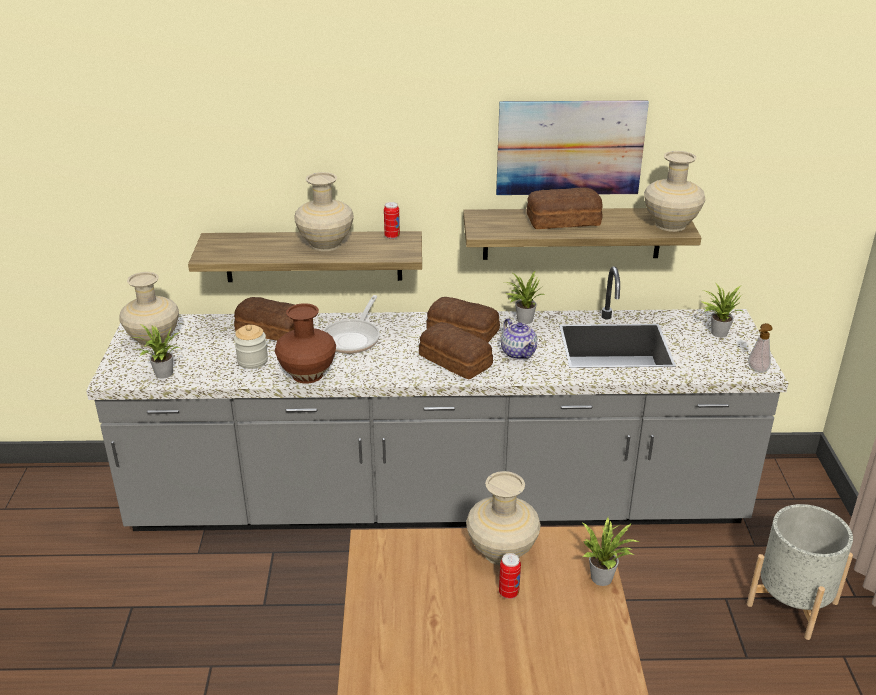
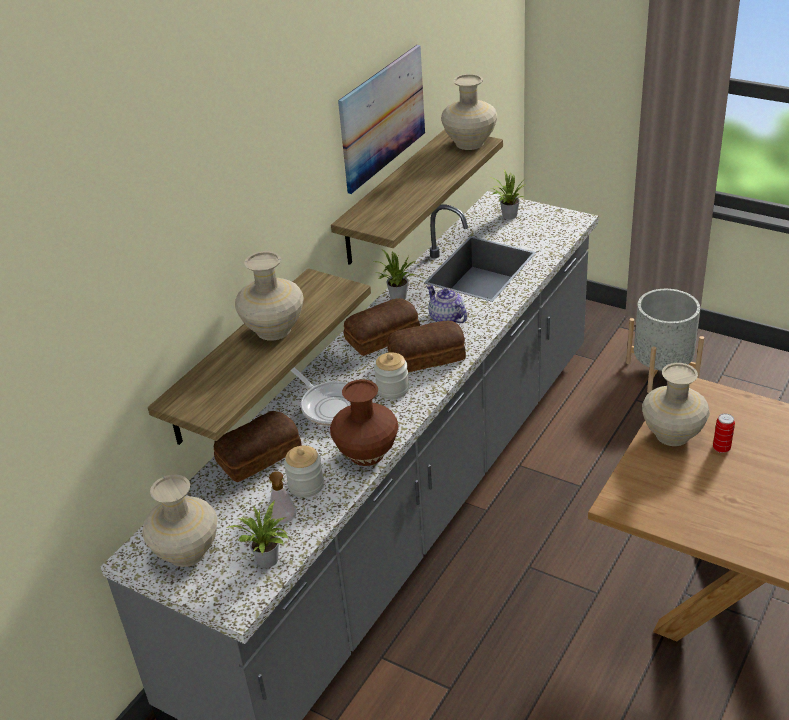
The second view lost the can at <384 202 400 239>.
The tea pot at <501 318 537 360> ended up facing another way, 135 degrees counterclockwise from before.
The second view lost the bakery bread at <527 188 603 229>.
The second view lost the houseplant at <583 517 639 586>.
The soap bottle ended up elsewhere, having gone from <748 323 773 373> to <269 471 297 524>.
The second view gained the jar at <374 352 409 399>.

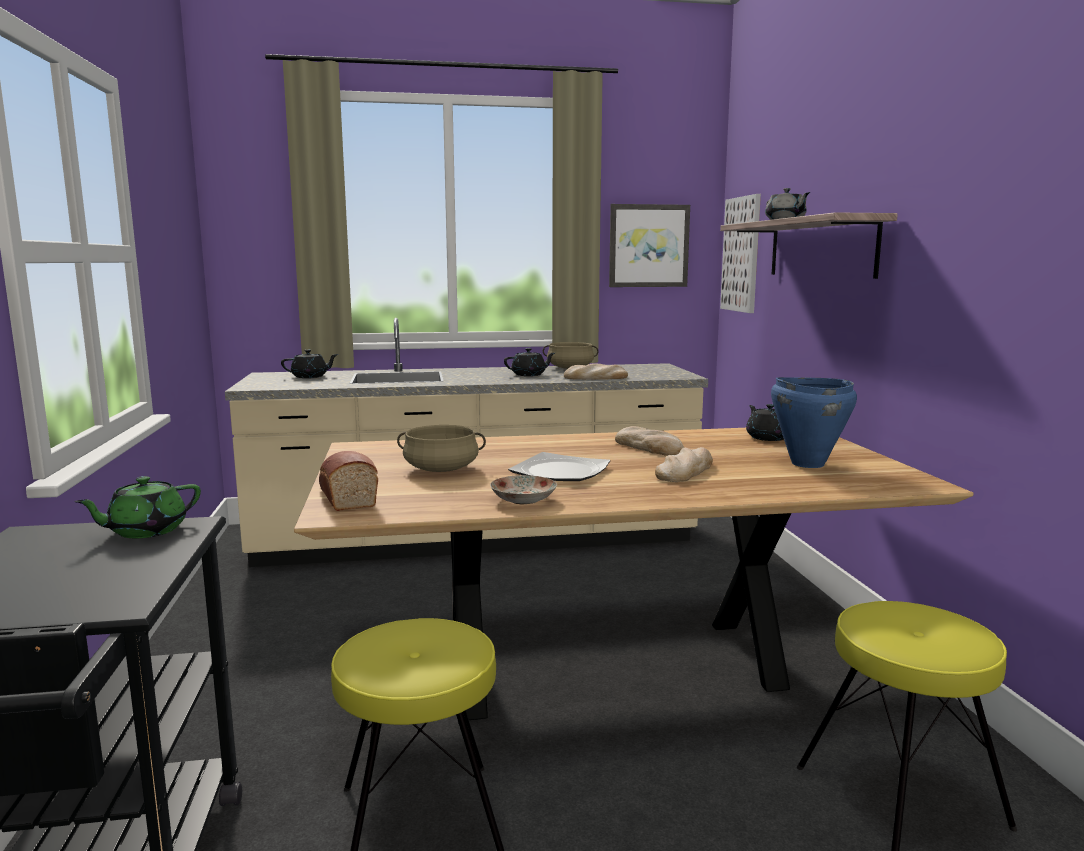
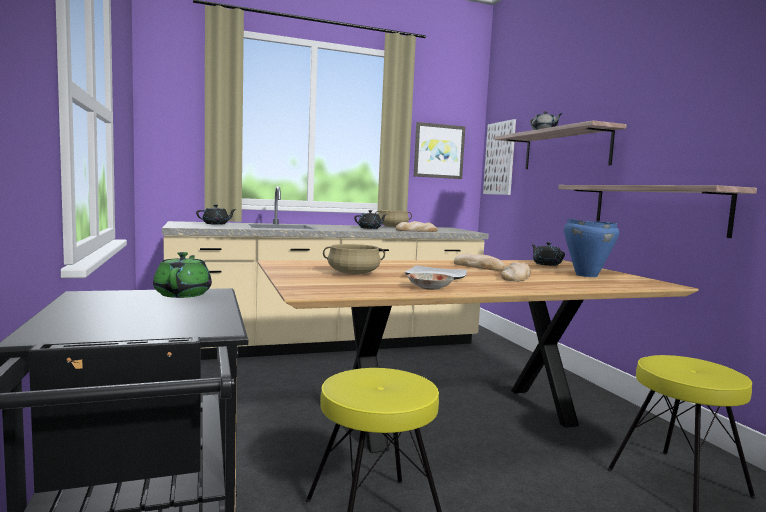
The green-coloured tea pot at <74 476 201 538> ended up facing another way, 135 degrees clockwise from before.
The second view lost the bakery bread at <319 451 378 511>.
The second view gained the bracket shelf at <558 185 757 238>.

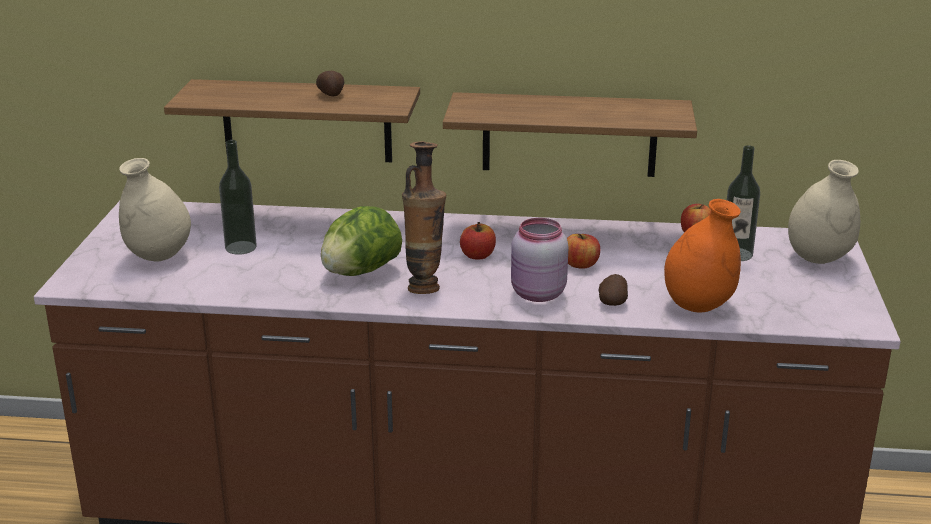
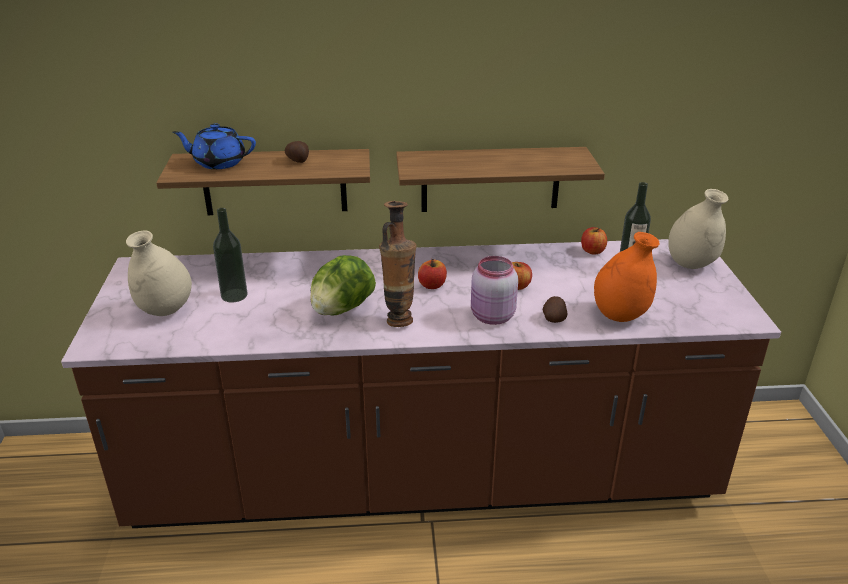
The second view gained the blue tea pot at <173 124 256 169>.

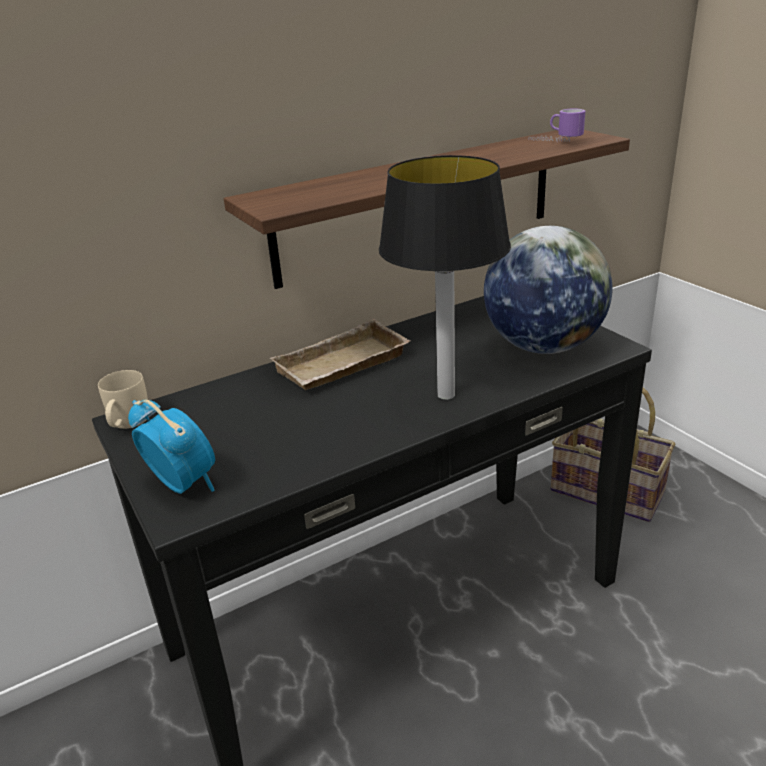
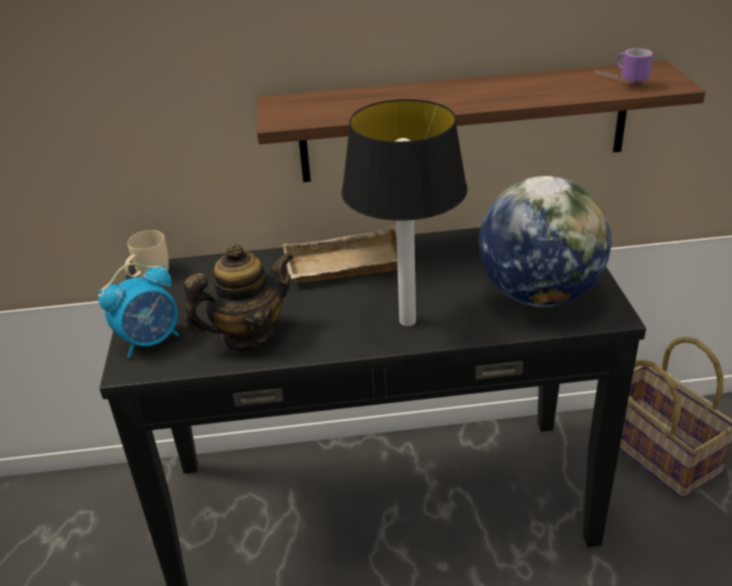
The table clock at <128 399 215 494> ended up facing another way, 75 degrees clockwise from before.
The second view gained the tea pot at <184 243 294 351>.

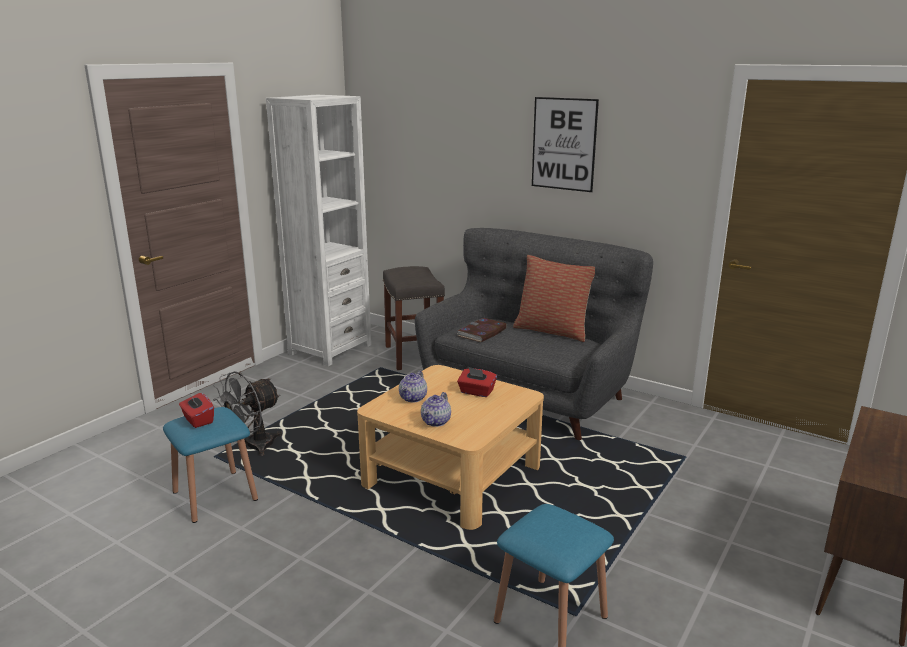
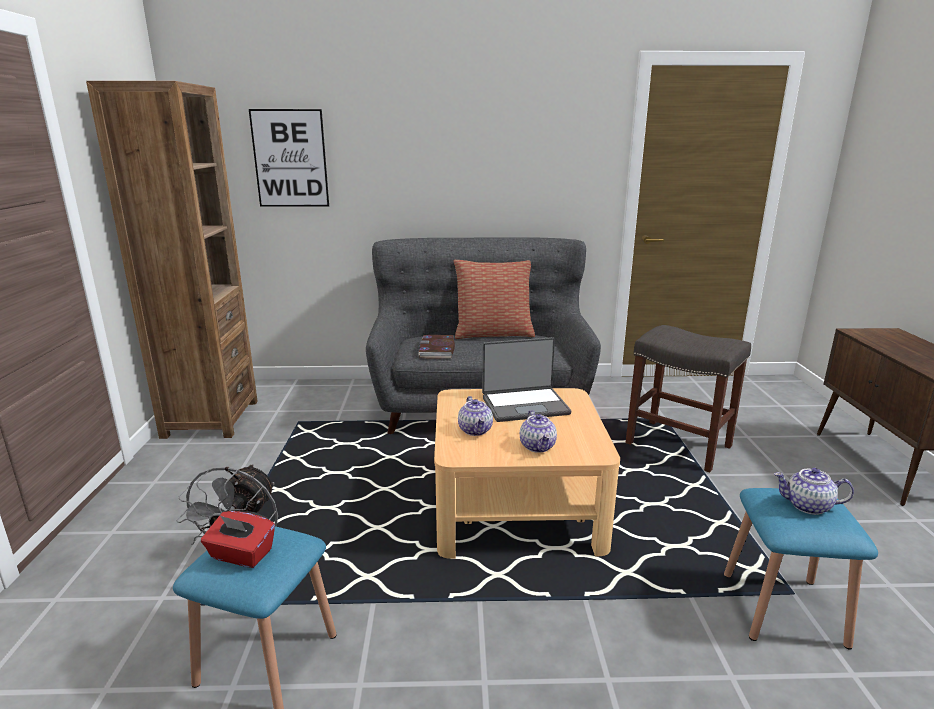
What was the whitish bookshelf at <266 95 371 366> turned into the brown-coloured bookshelf at <86 81 258 439>.
The greyish stool ended up elsewhere, having gone from <383 266 445 370> to <626 325 751 473>.
Where the reddish tissue holder stood at <457 368 497 397>, the notebook computer came to stand at <482 337 571 422>.
The wall art ended up elsewhere, having gone from <532 97 599 192> to <249 109 329 207>.
The second view gained the tea pot at <774 468 854 515>.

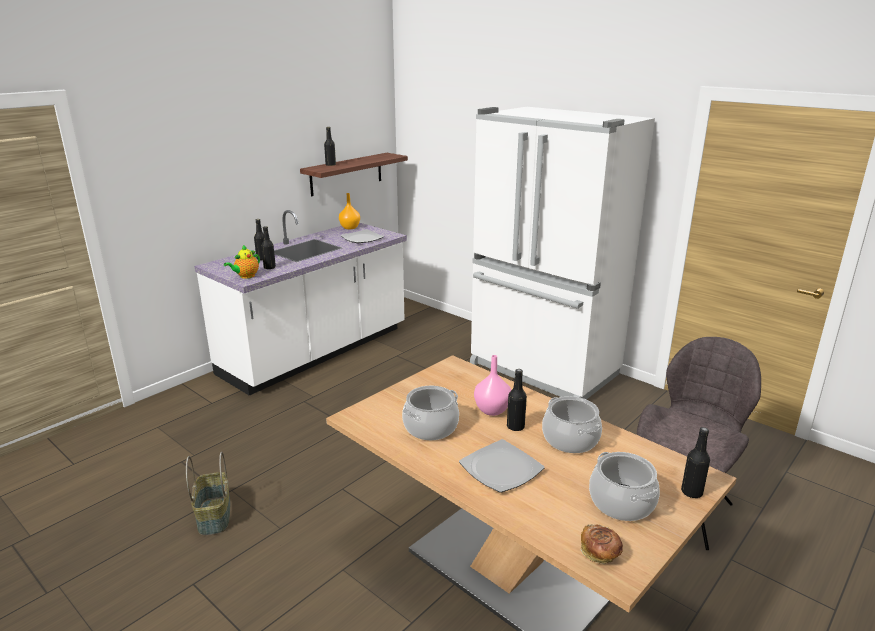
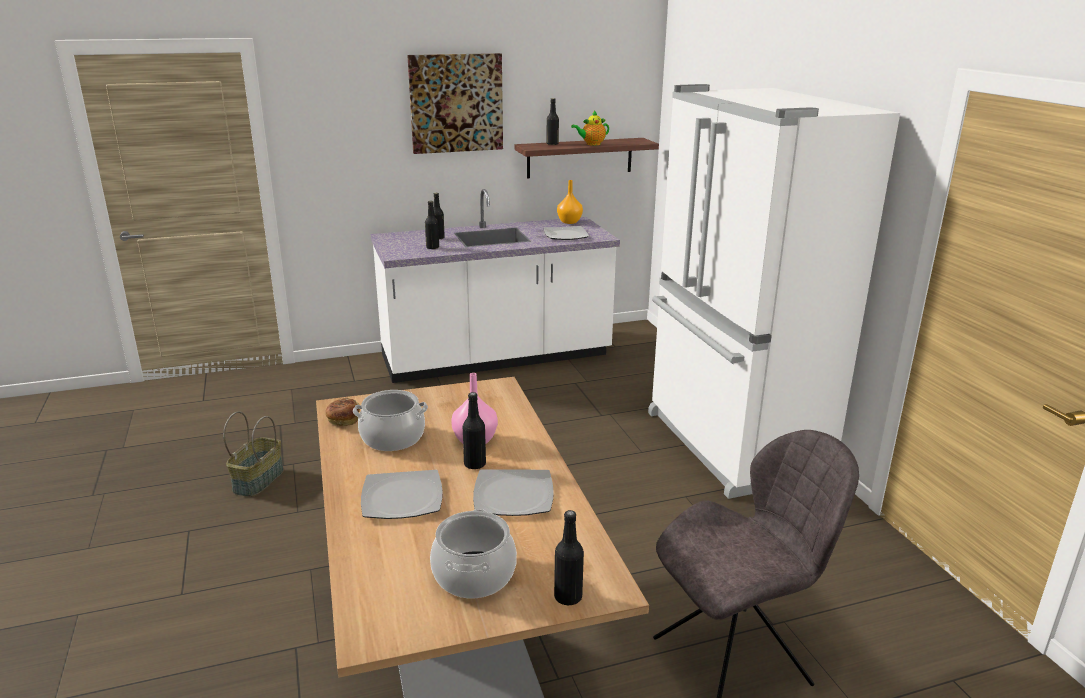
The tea pot ended up elsewhere, having gone from <224 245 260 279> to <571 110 609 146>.
Where the stockpot stood at <542 396 602 453>, the dinner plate came to stand at <473 469 554 516>.
The bakery bread ended up elsewhere, having gone from <581 524 623 564> to <326 398 360 426>.
The second view gained the wall art at <407 53 503 154>.

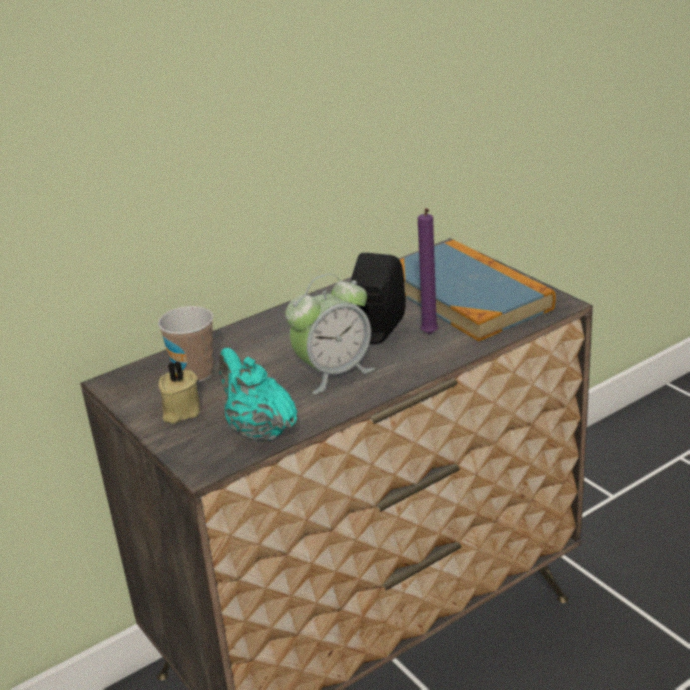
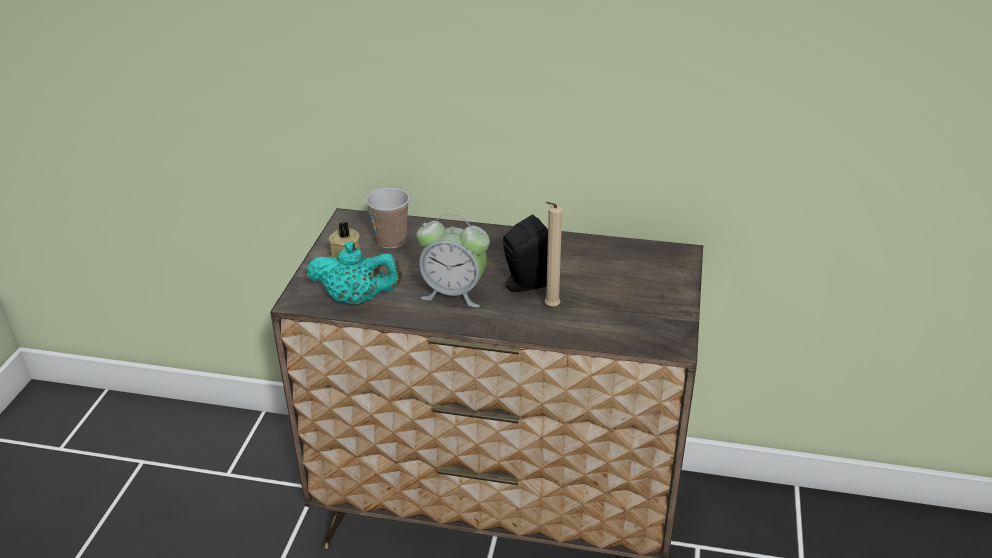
The blue-green tea pot at <219 348 297 442> ended up facing another way, 90 degrees clockwise from before.
The second view lost the bound book at <400 240 556 341>.
What was the purplish candle at <418 208 438 334> turned into the sand-coloured candle at <545 202 562 307>.

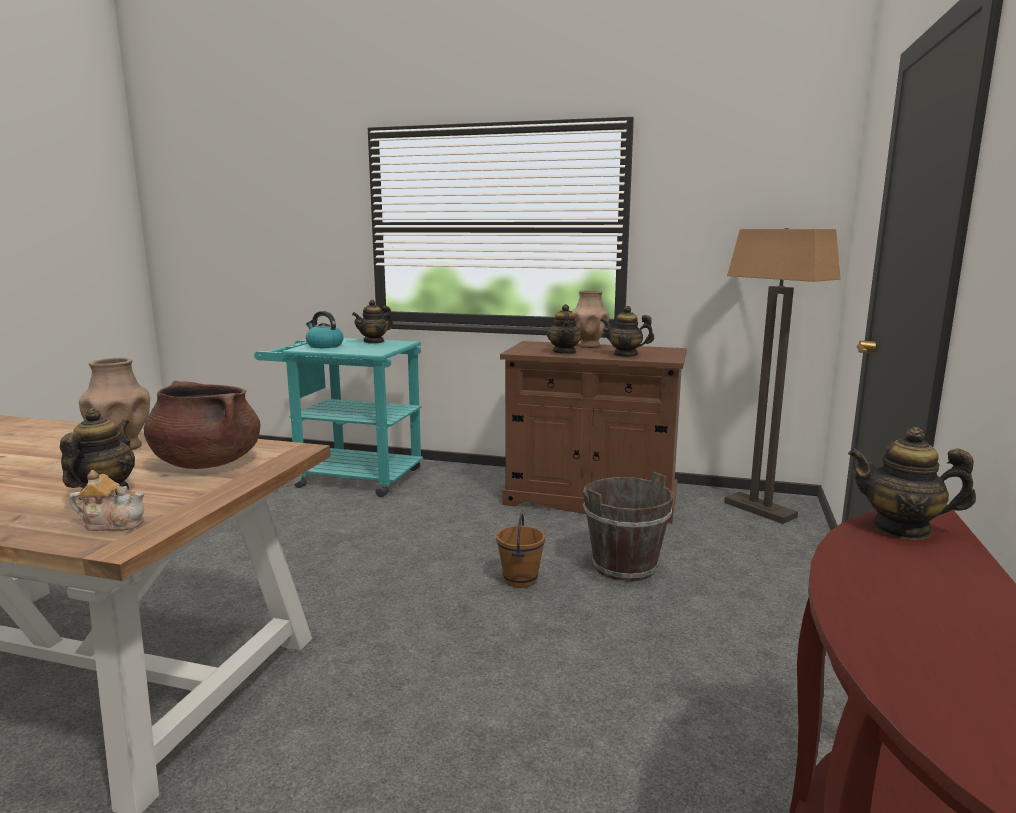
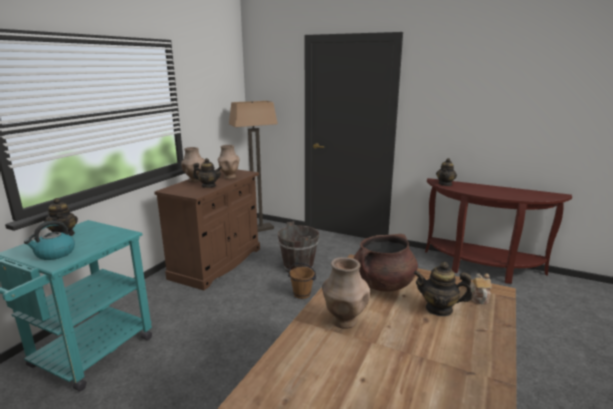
Where the tea pot stood at <601 306 654 357>, the brown-coloured vase came to stand at <218 145 240 179>.

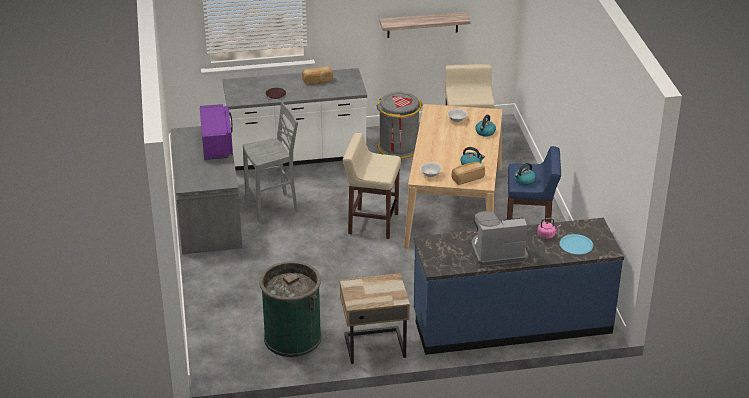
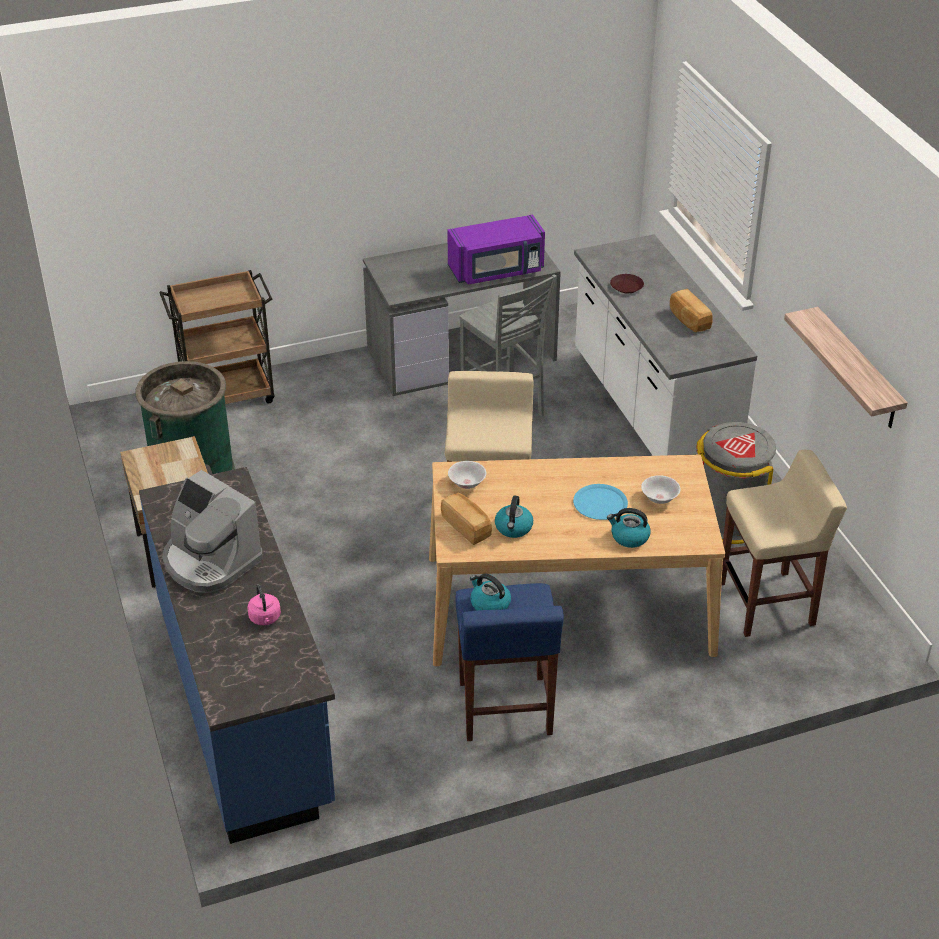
The coffee brewer at <471 211 528 267> ended up facing another way, 150 degrees clockwise from before.
The blue dinner plate ended up elsewhere, having gone from <560 234 593 255> to <573 484 628 520>.
The second view gained the brown-coloured trolley at <160 270 274 404>.

